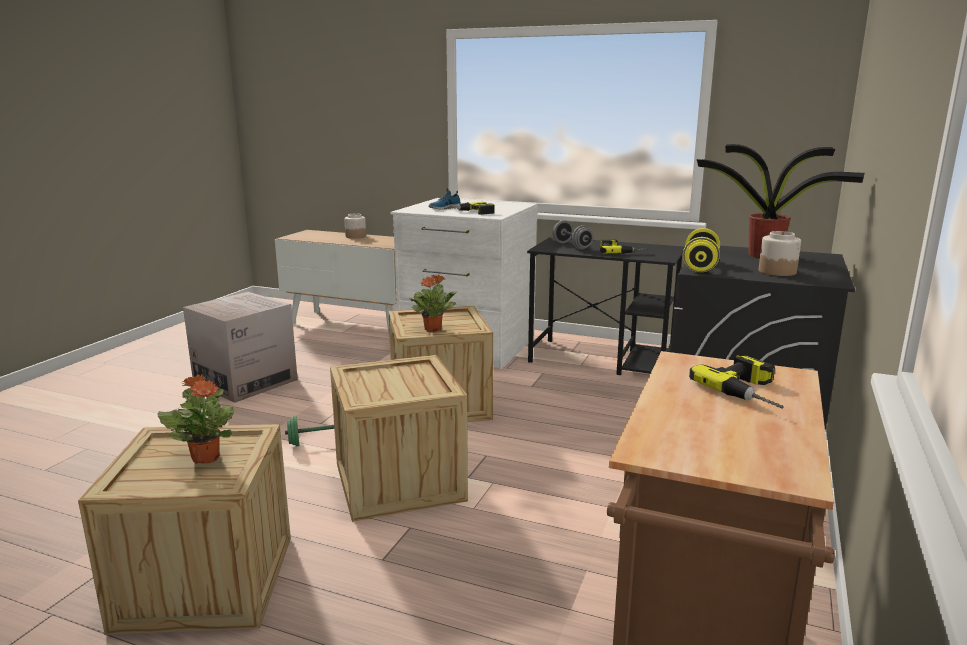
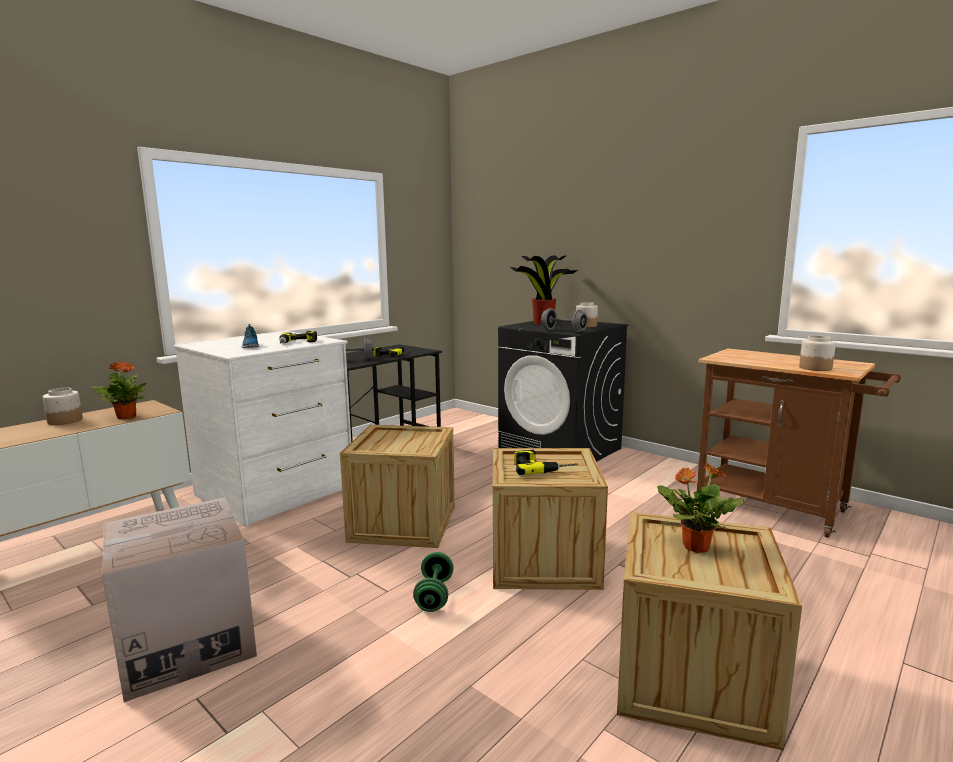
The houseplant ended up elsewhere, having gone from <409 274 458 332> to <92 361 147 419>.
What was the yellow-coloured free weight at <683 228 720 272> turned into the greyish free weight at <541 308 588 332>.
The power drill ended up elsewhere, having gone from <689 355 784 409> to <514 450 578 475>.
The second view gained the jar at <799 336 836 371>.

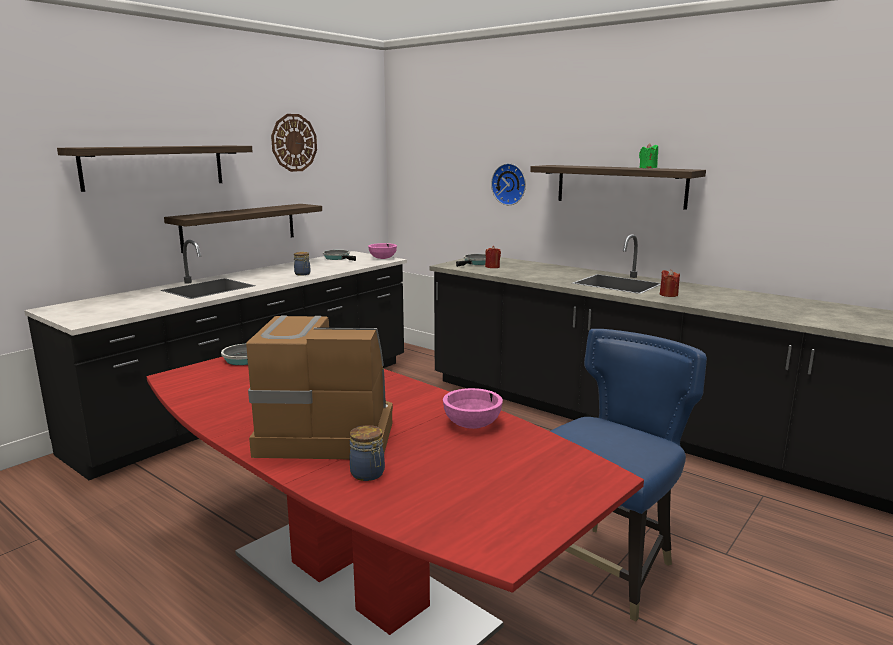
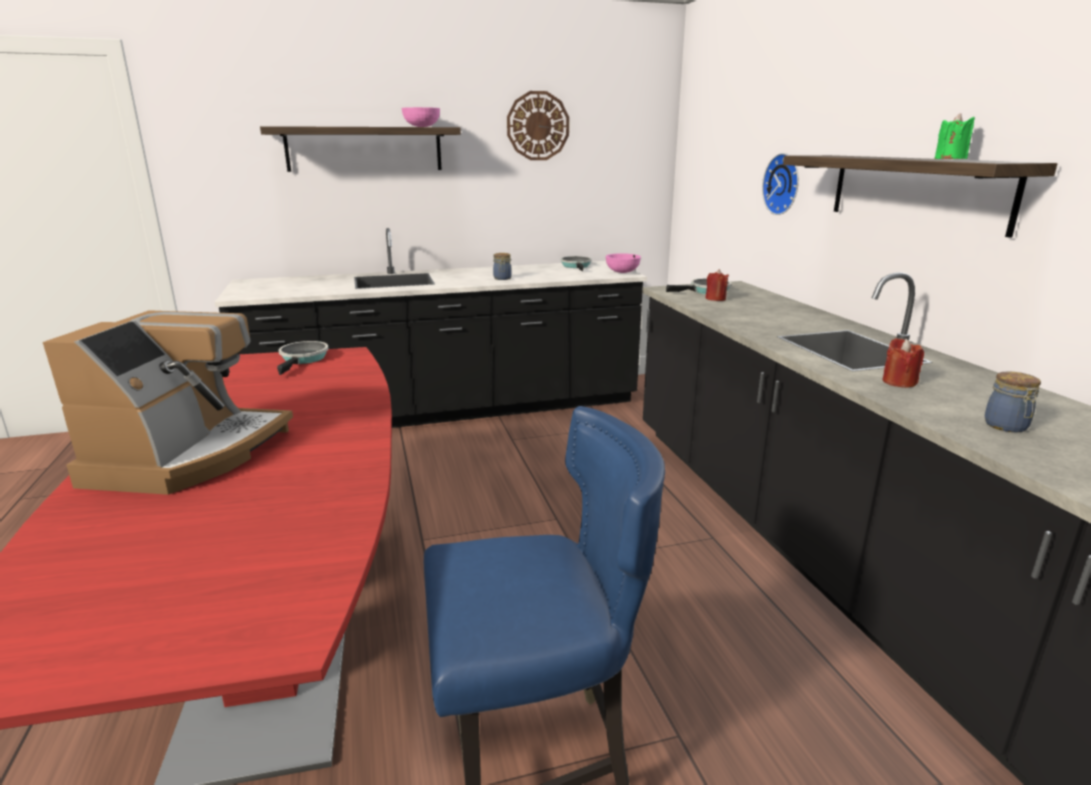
The second view lost the bracket shelf at <164 204 322 253>.
The coffee brewer at <246 315 393 459> ended up facing another way, 60 degrees clockwise from before.
The jar ended up elsewhere, having gone from <350 425 385 481> to <985 371 1041 432>.
The pinkish deep dish ended up elsewhere, having gone from <443 388 503 429> to <402 107 440 127>.

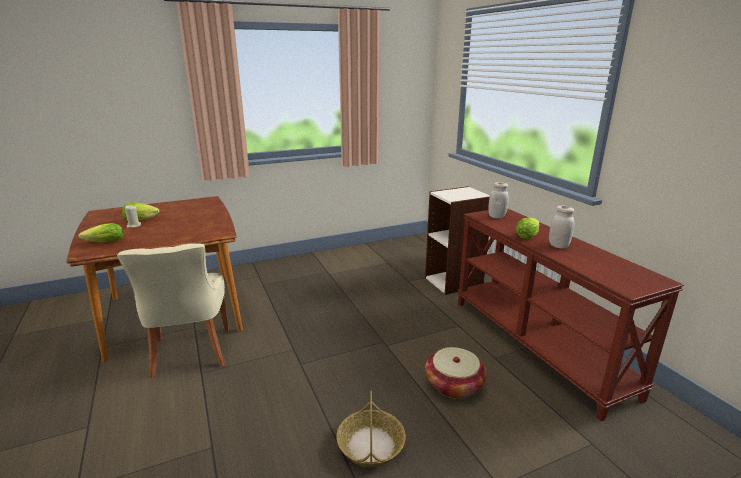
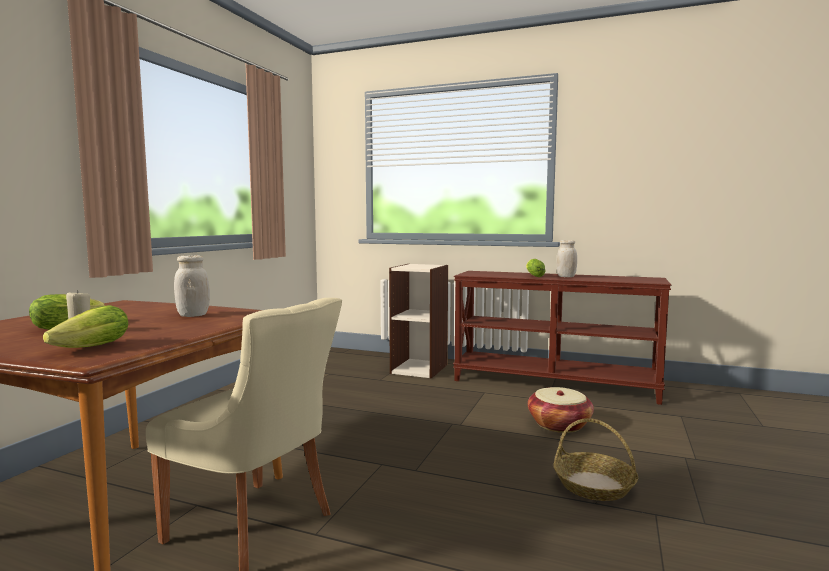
The whitish jar ended up elsewhere, having gone from <488 182 509 219> to <174 255 210 317>.

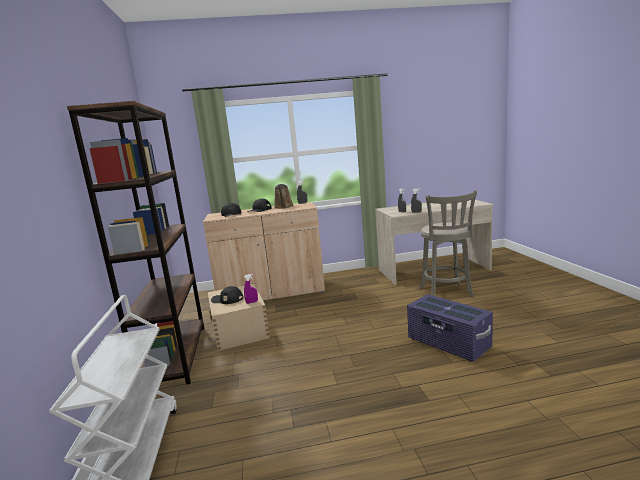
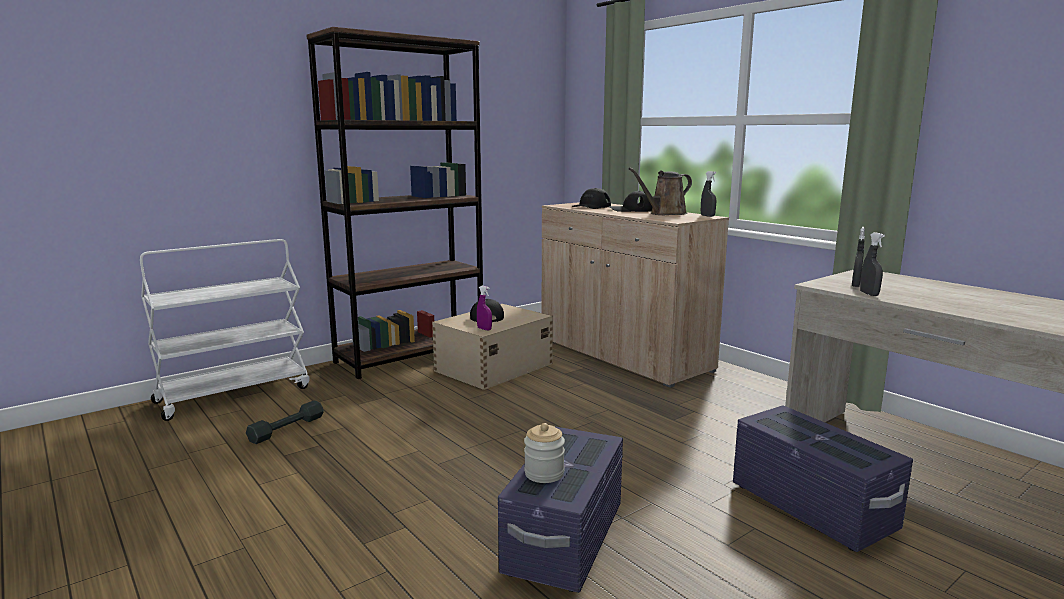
Where the greyish stool stood at <420 190 477 297>, the purplish storage container came to stand at <733 405 913 552>.
The second view gained the greyish free weight at <246 401 324 444>.
The second view gained the jar at <524 423 565 483>.

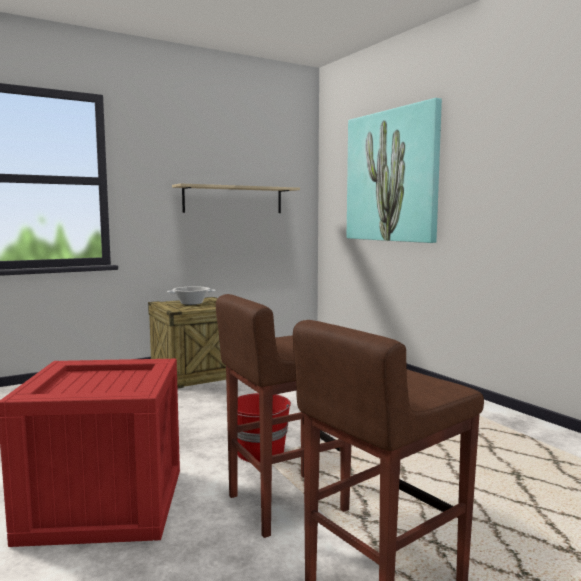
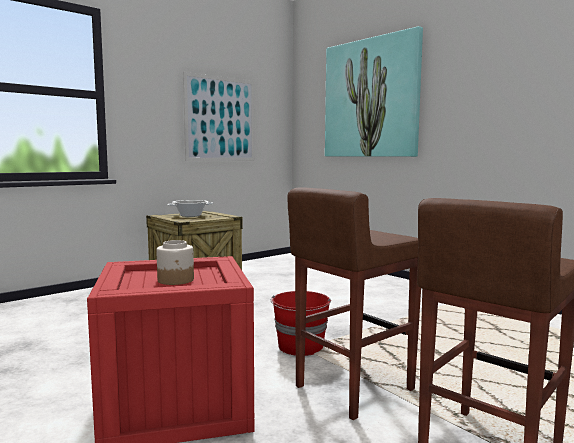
Where the sand-coloured bracket shelf hung at <172 184 300 213>, the wall art came to hang at <183 72 255 161>.
The second view gained the jar at <156 240 194 285>.

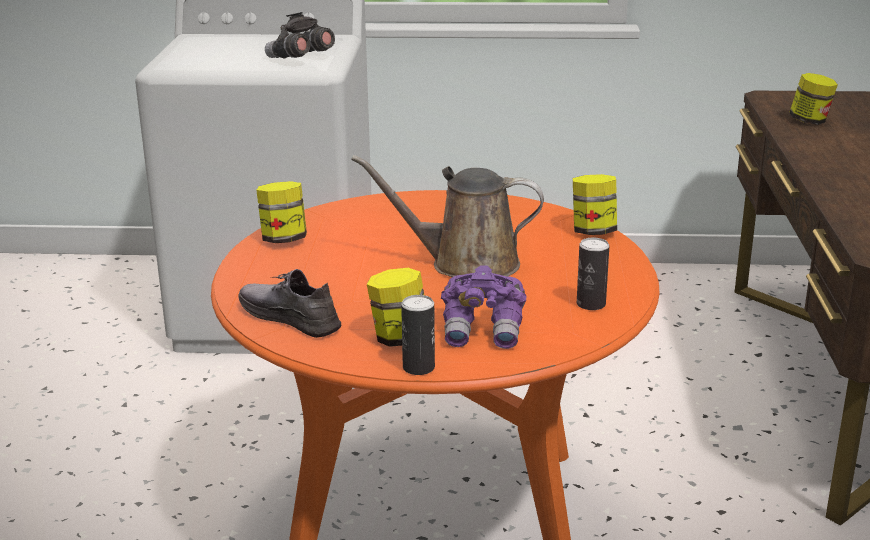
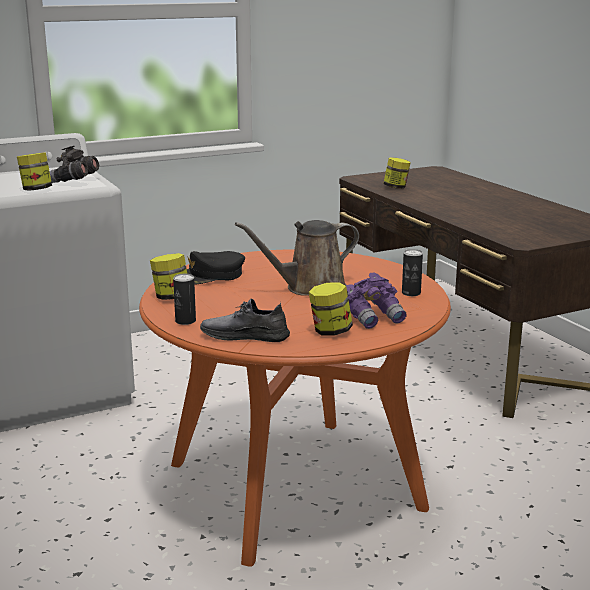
The can ended up elsewhere, having gone from <401 295 435 375> to <173 274 196 325>.
The jar ended up elsewhere, having gone from <573 174 617 235> to <17 153 52 191>.
The second view gained the blackish cap at <187 251 245 285>.

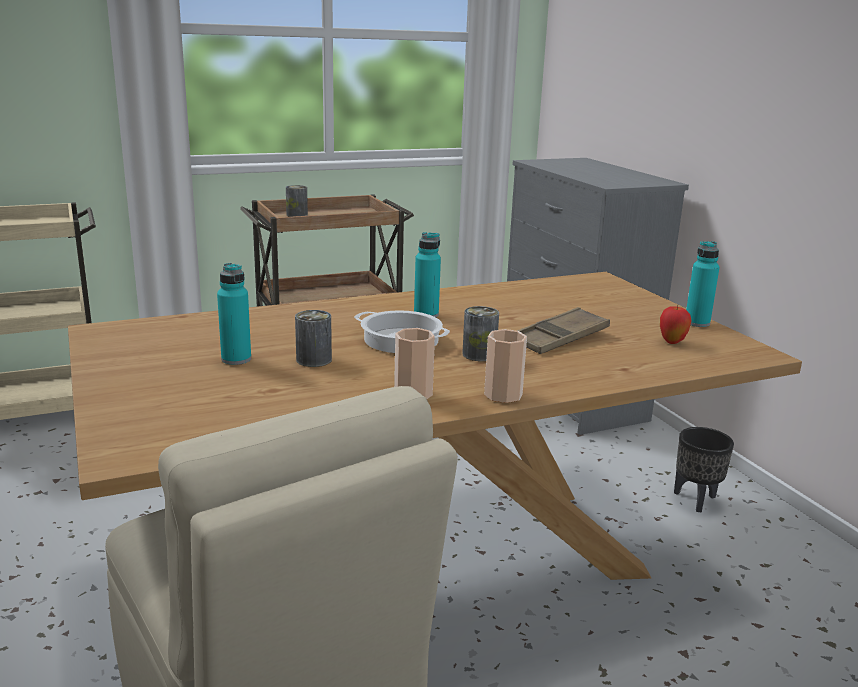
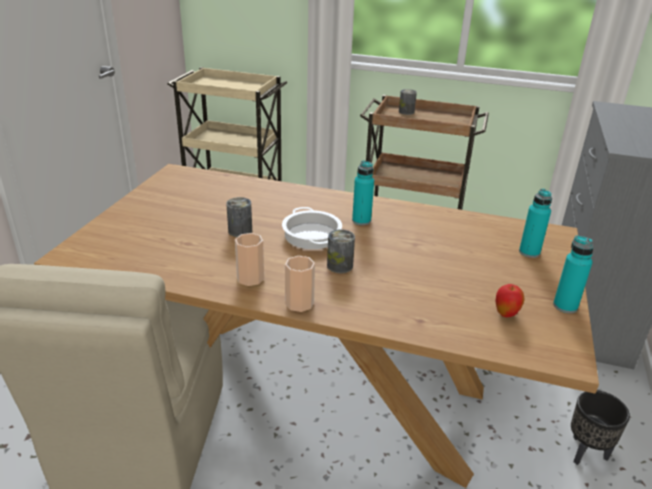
The blue-green drink bottle ended up elsewhere, having gone from <217 263 251 365> to <519 189 552 258>.
The second view lost the brown-coloured tray at <517 307 610 354>.

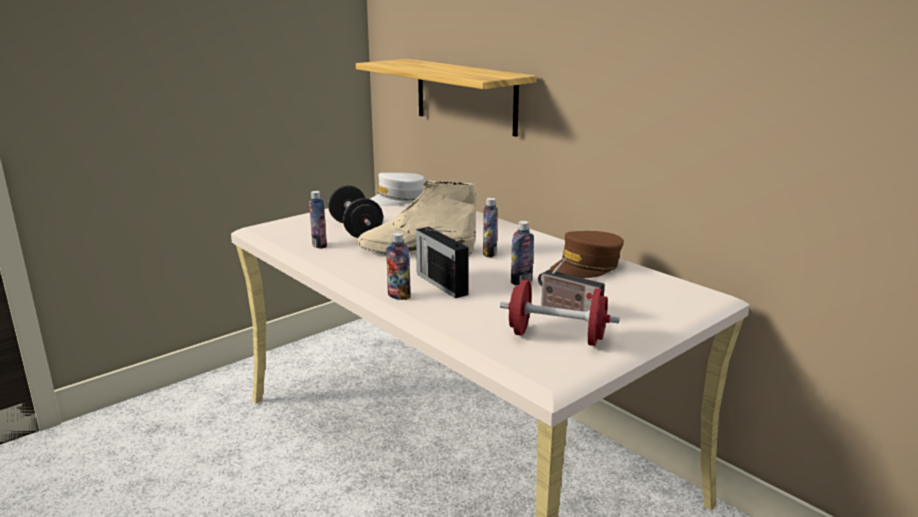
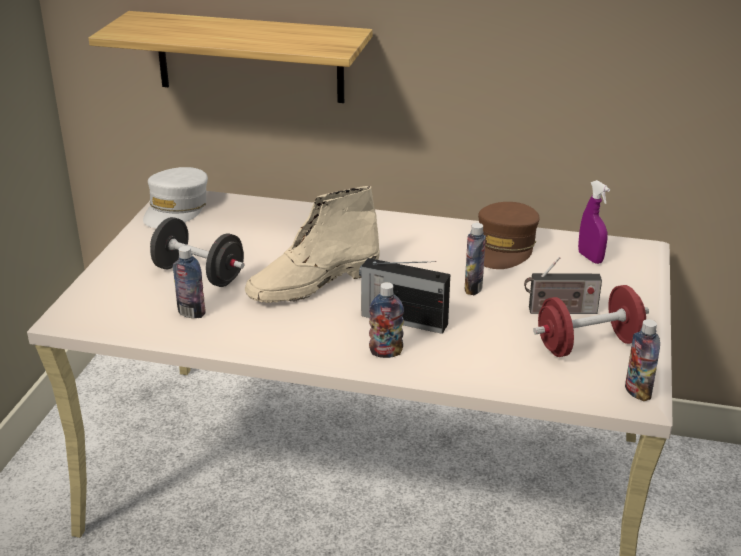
The drink bottle ended up elsewhere, having gone from <483 197 498 257> to <625 319 660 401>.
The second view gained the purplish hand sprayer at <578 180 610 264>.

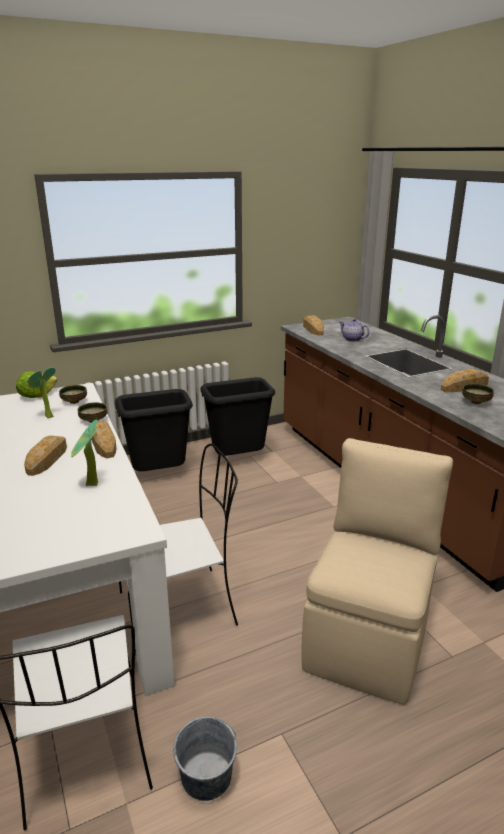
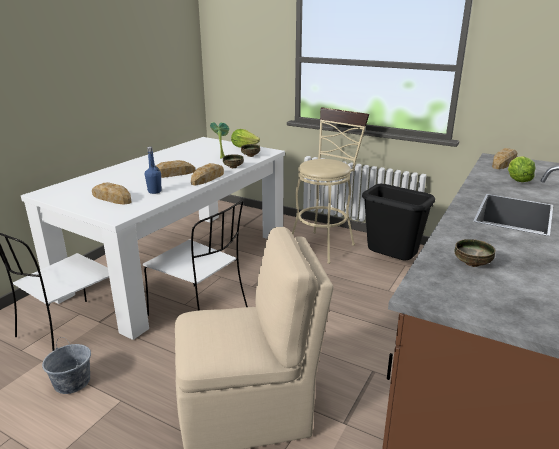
Where the houseplant stood at <71 420 98 486>, the blue drink bottle came to stand at <145 146 161 194>.
Where the blackish trash can stood at <115 389 193 471>, the sand-coloured stool came to stand at <292 107 369 264>.
Where the tea pot stood at <339 319 369 342>, the head of lettuce came to stand at <508 156 535 182>.
The bakery bread ended up elsewhere, having gone from <441 369 489 392> to <92 182 132 204>.

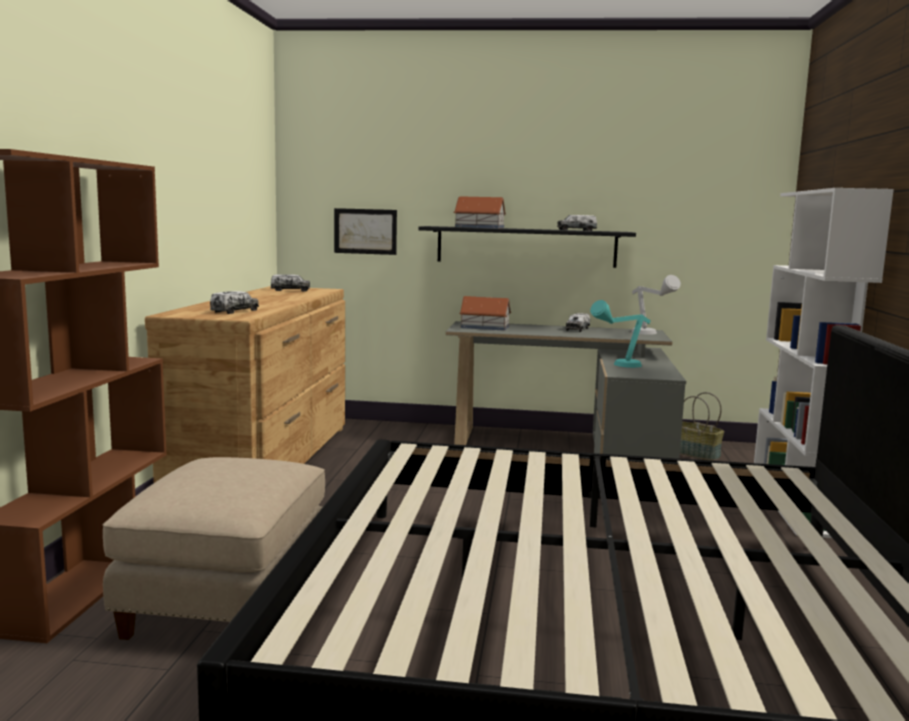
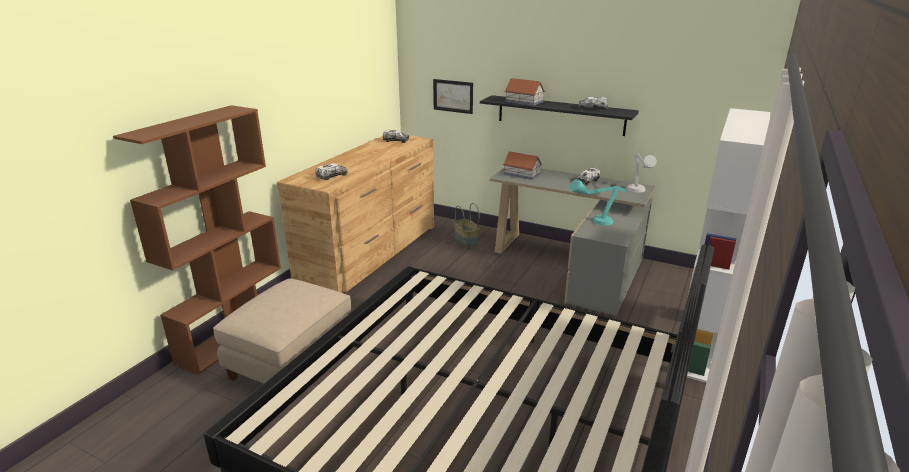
The household basket ended up elsewhere, having gone from <680 392 724 461> to <454 203 479 247>.

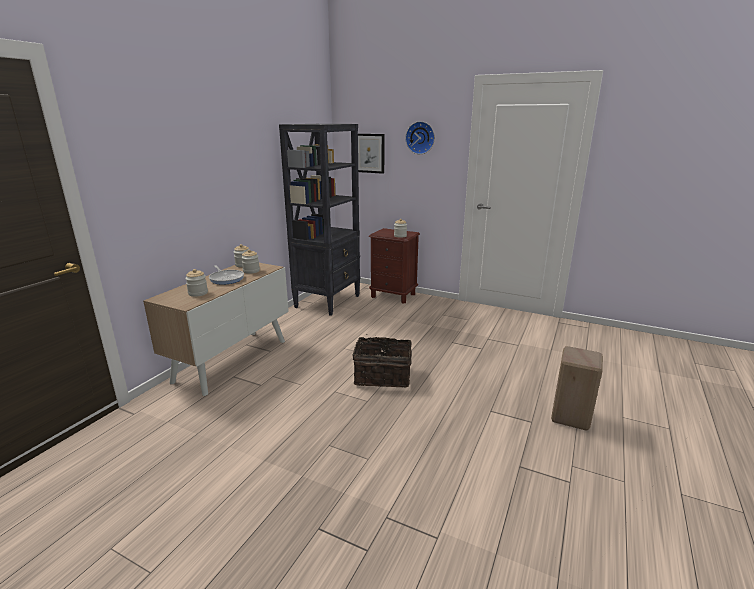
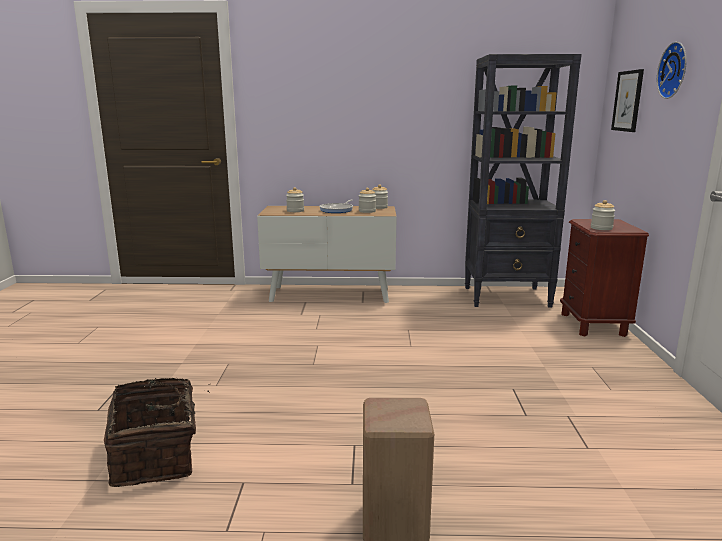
The household basket ended up elsewhere, having gone from <352 335 412 387> to <104 378 209 487>.

